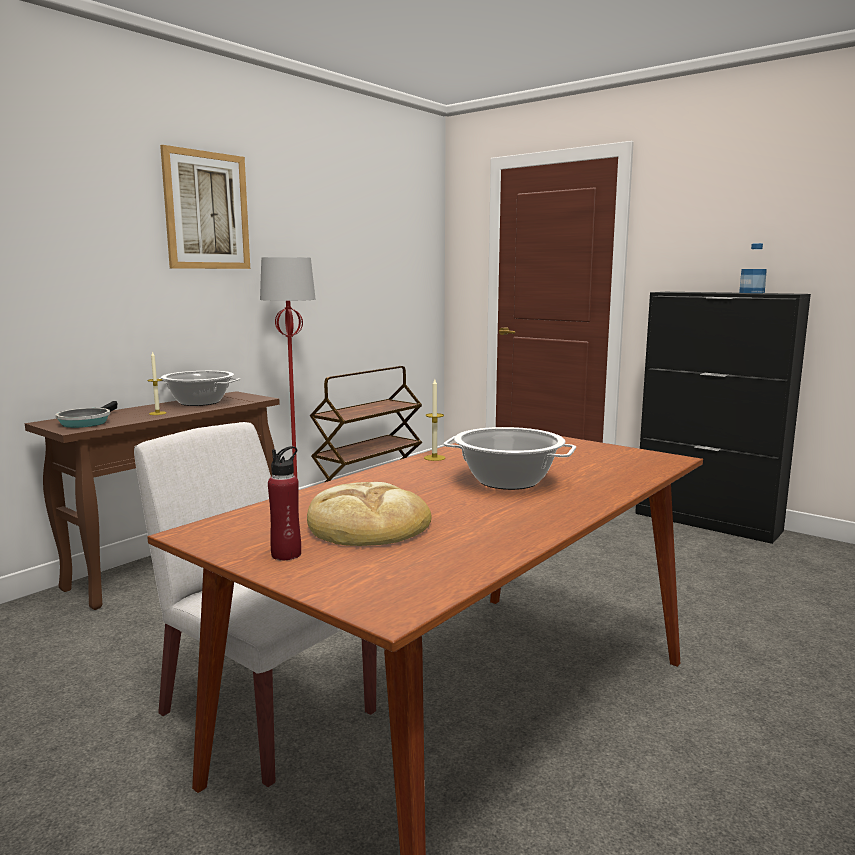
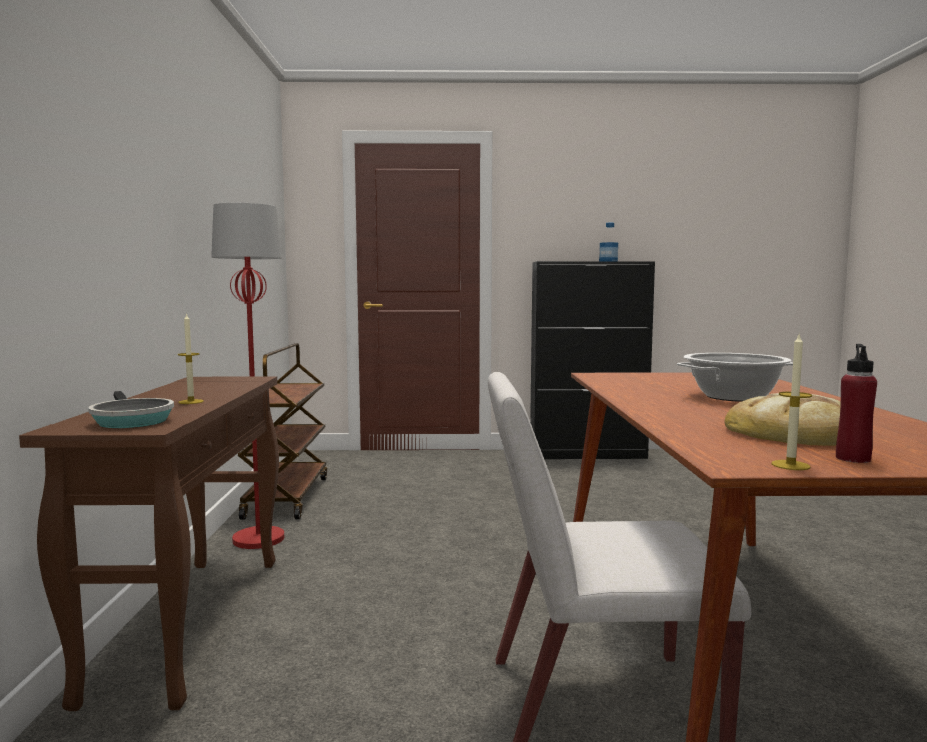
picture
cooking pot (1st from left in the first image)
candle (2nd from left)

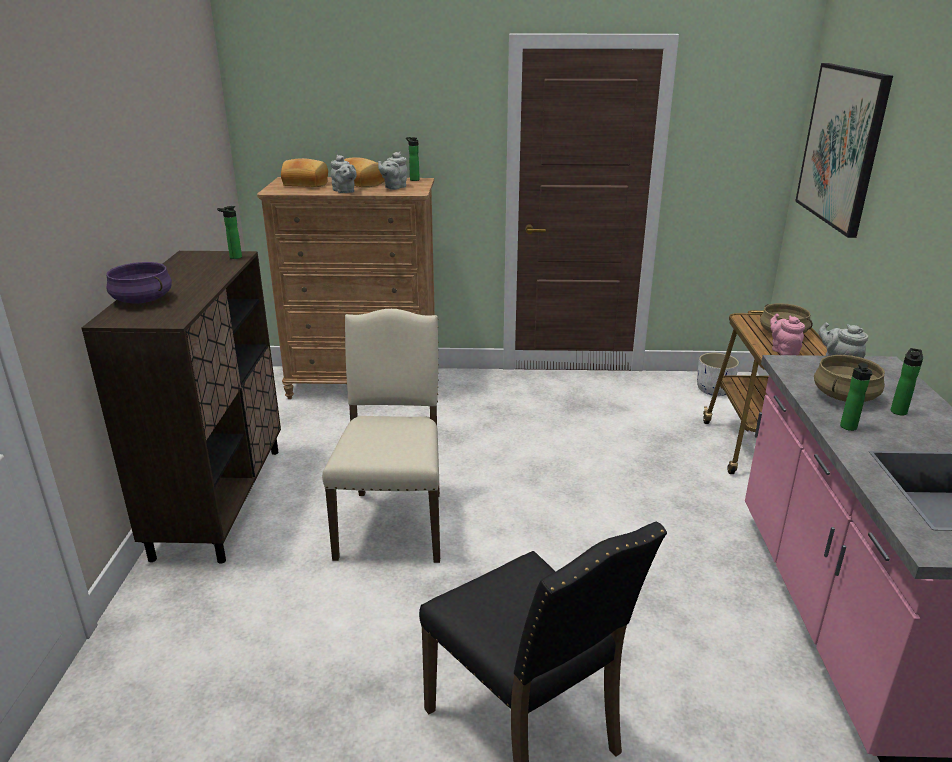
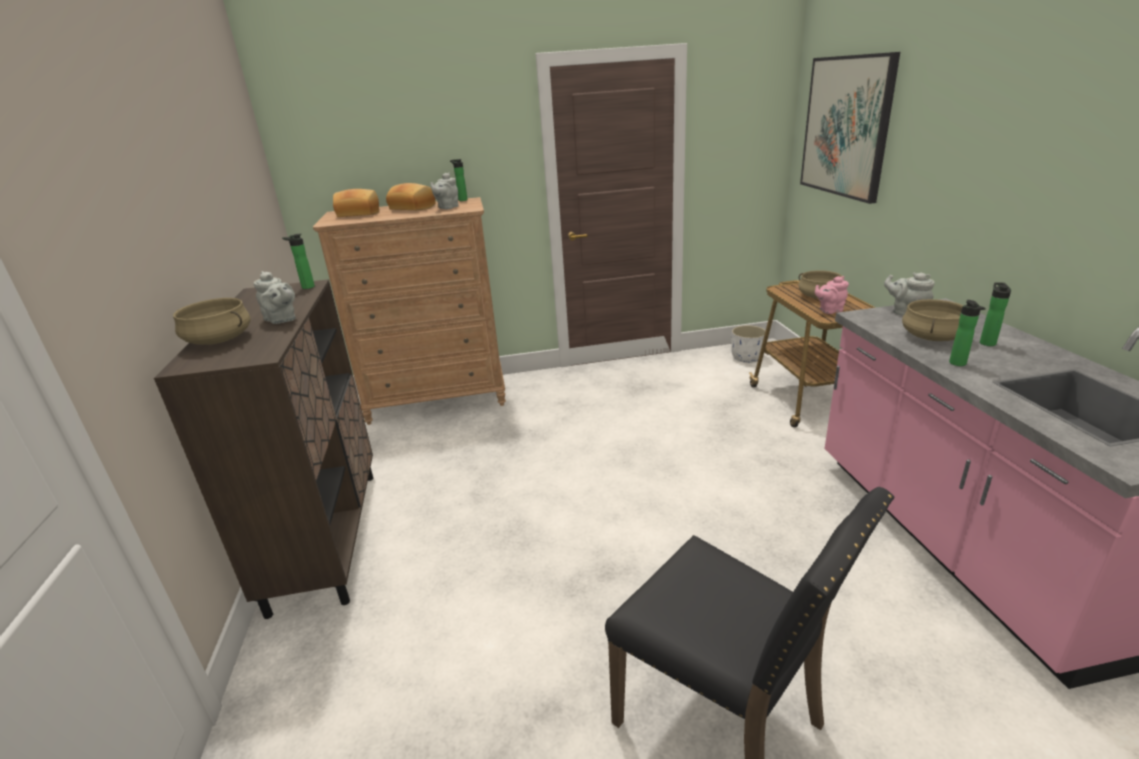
teapot/grey (1st from left)
cooking pot/beige (1st from left)
chair/beige
teapot/pink

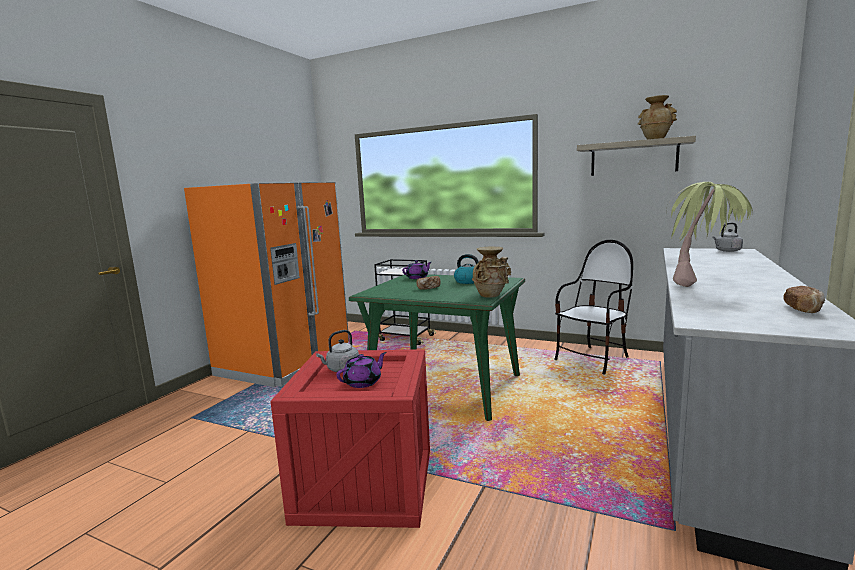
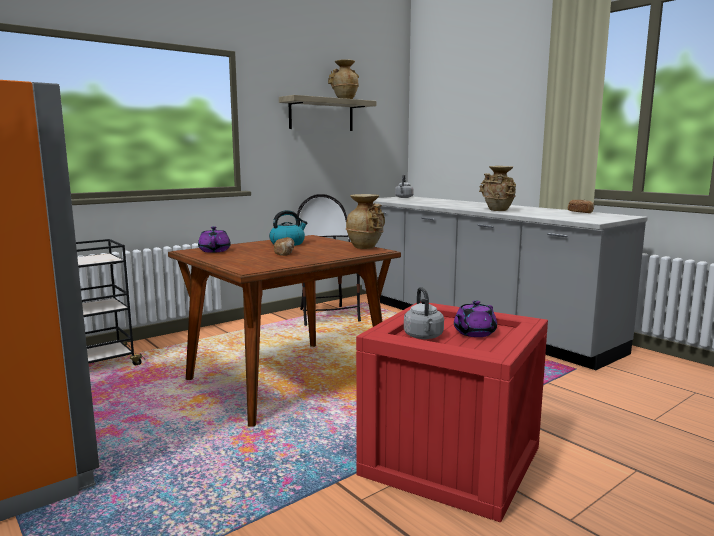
vase/beige (3rd from left)
dining table/brown
teapot/purple (2nd from left)

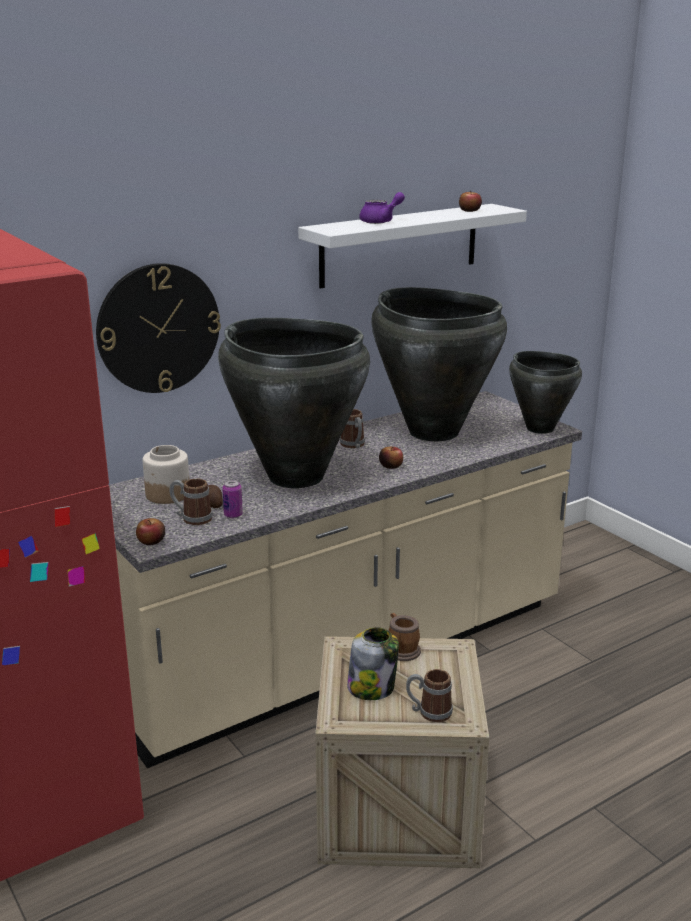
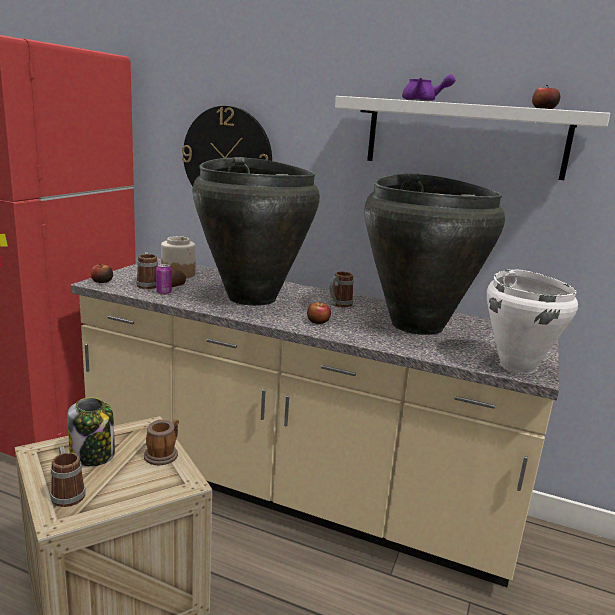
cooking pot/white

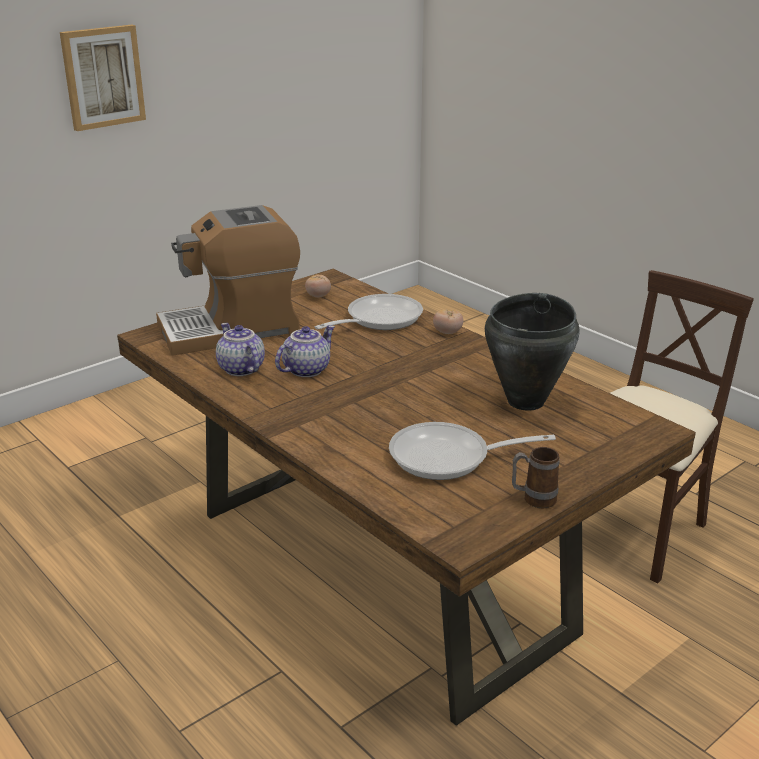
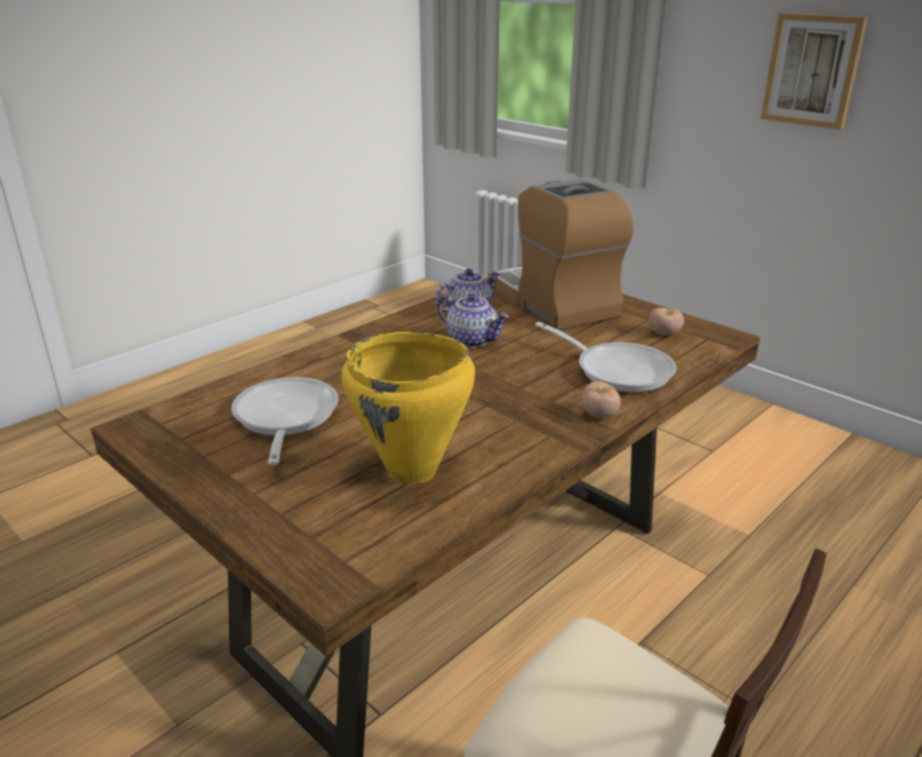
cooking pot/yellow
mug

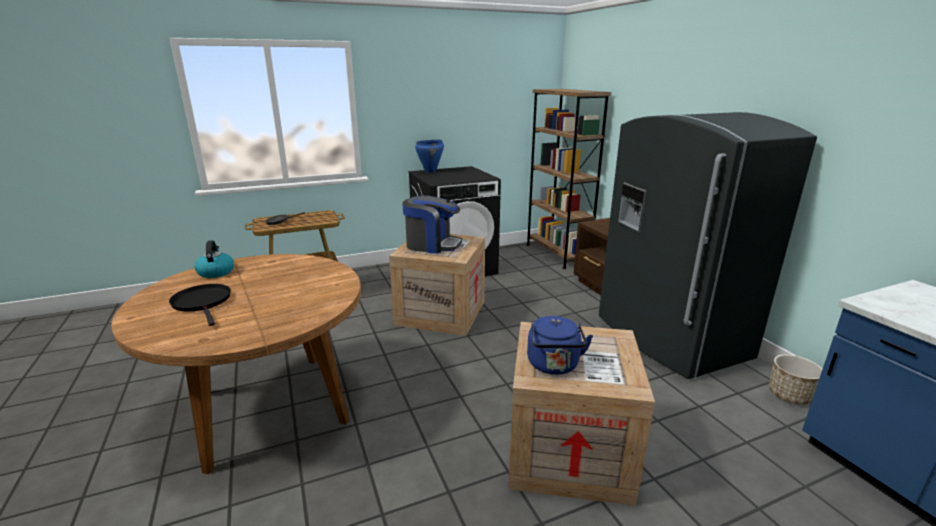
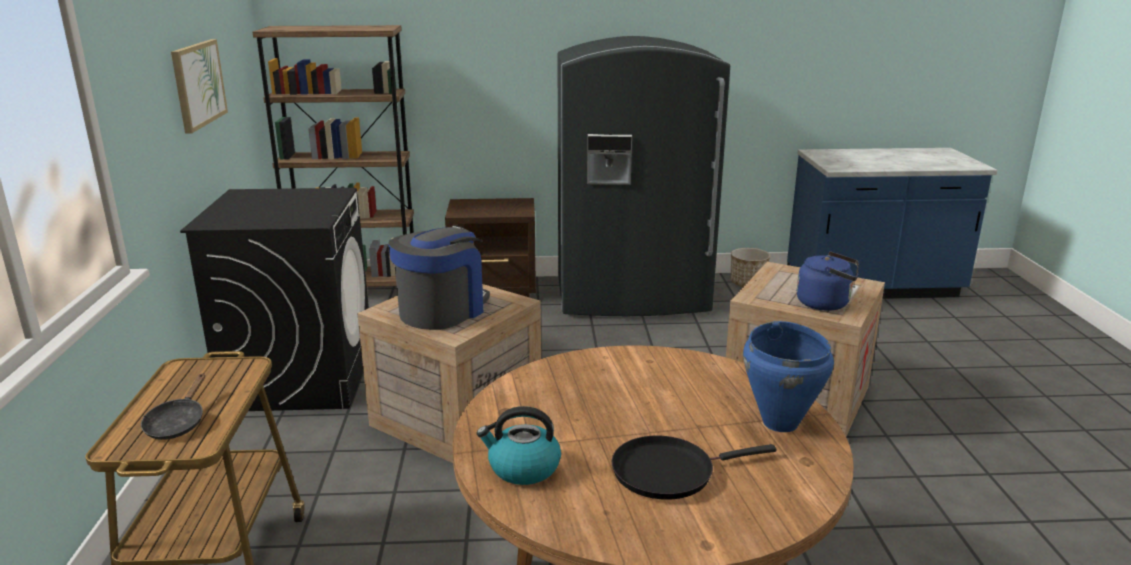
cooking pot/blue
picture

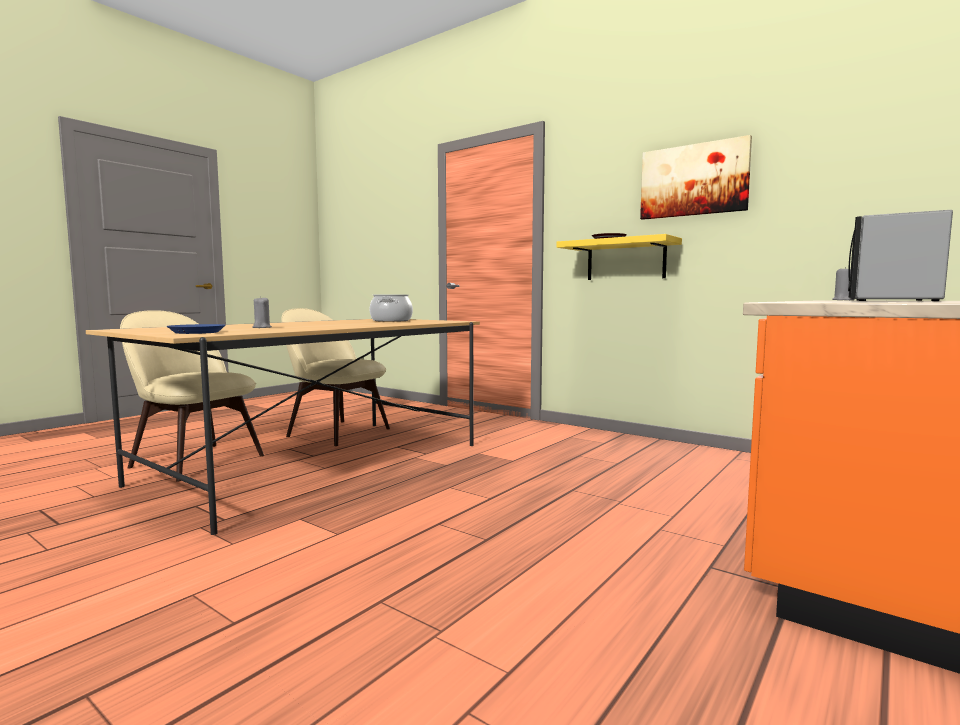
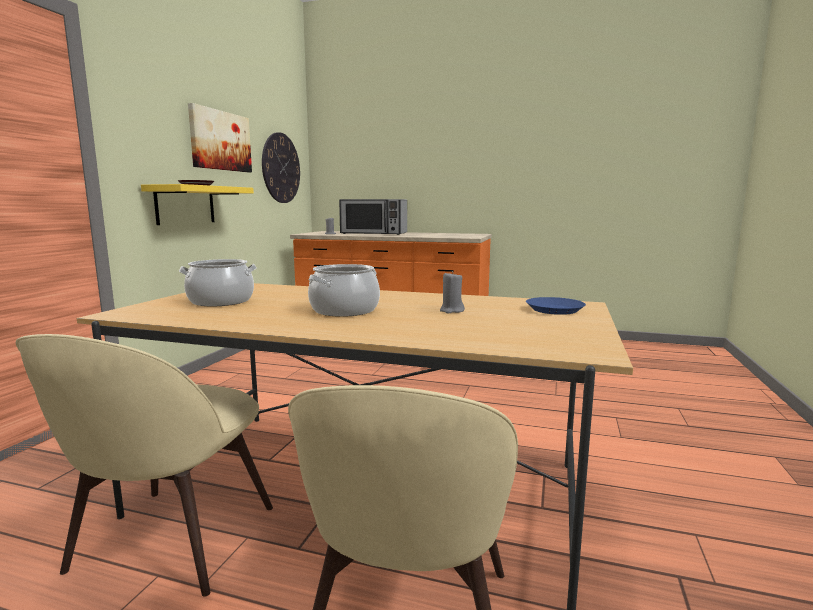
wall clock
cooking pot (2nd from left)

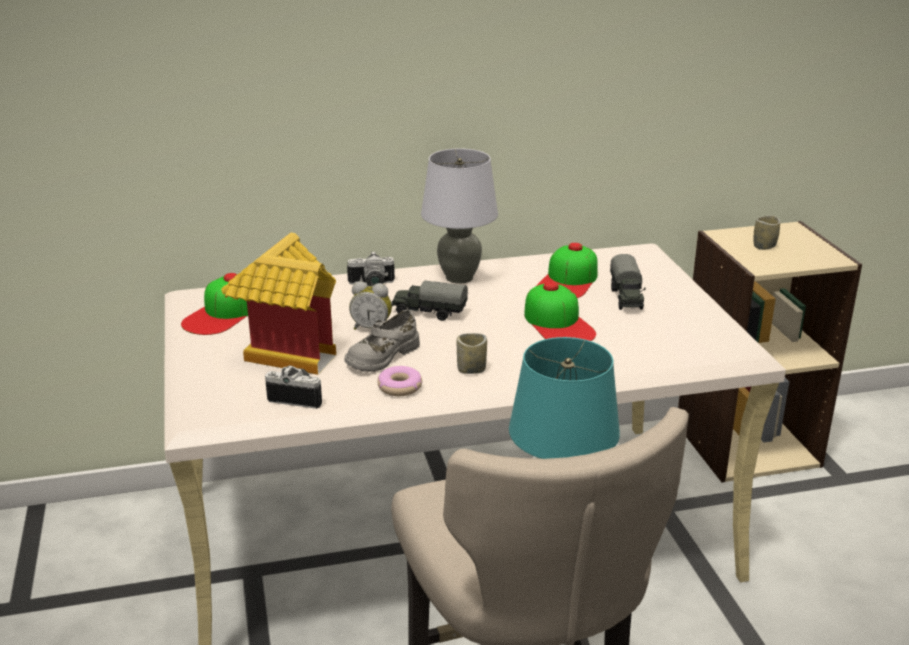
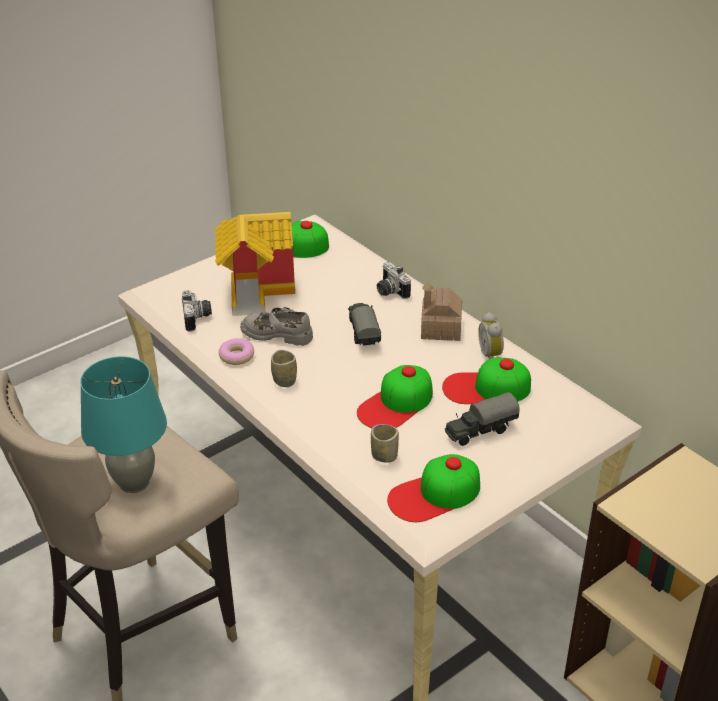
toy house (2nd from left)
cup (2nd from left)
alarm clock
cap (3rd from left)

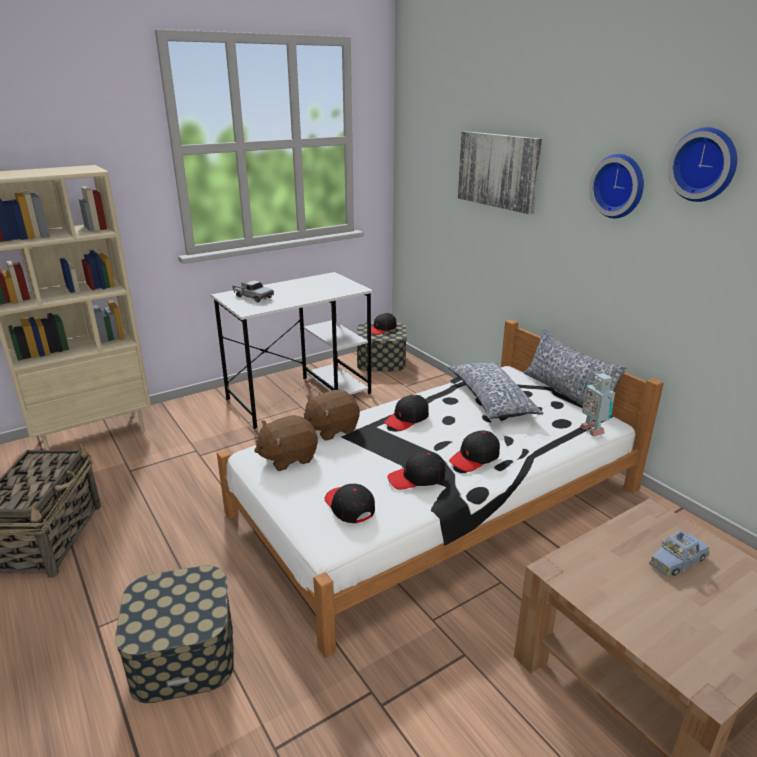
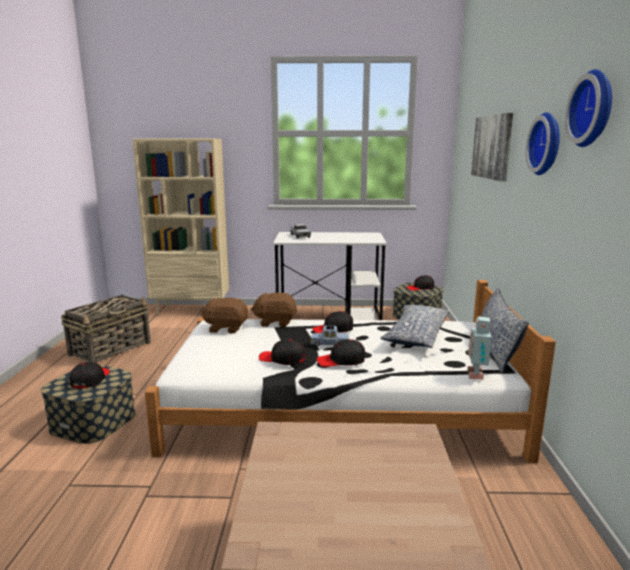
cap/black (1st from left)
toy car/blue

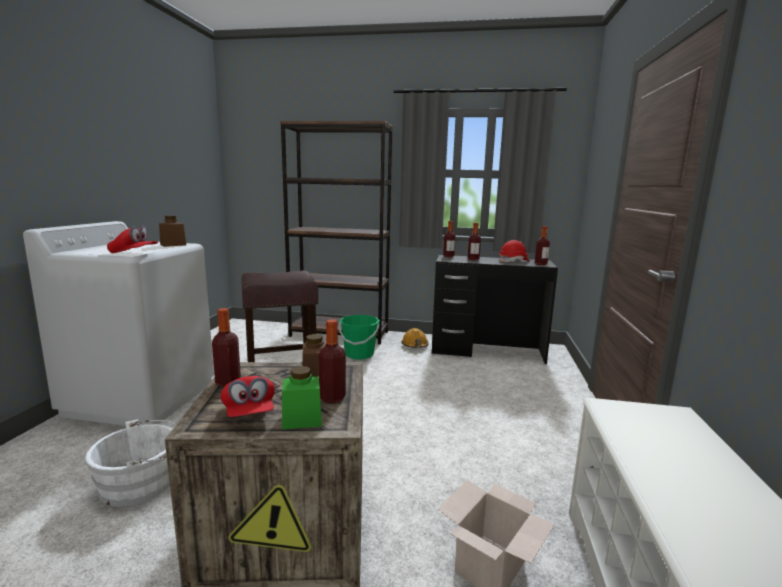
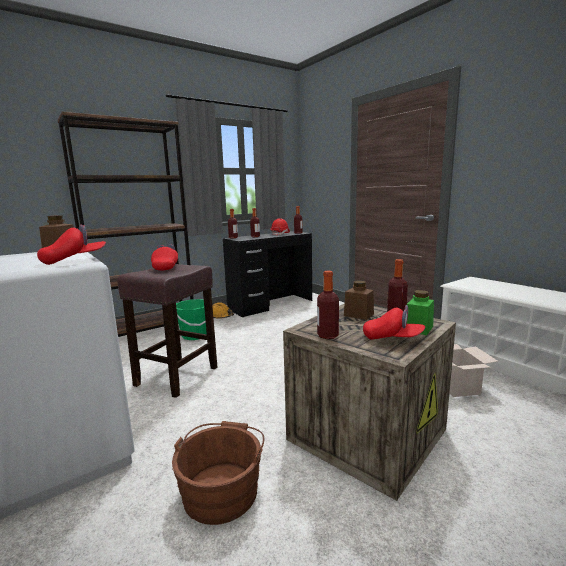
bucket/brown
cap/red (2nd from left)

